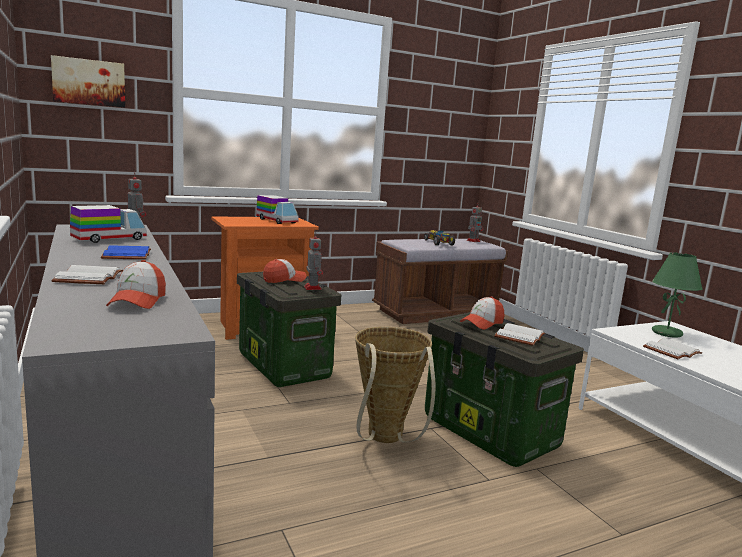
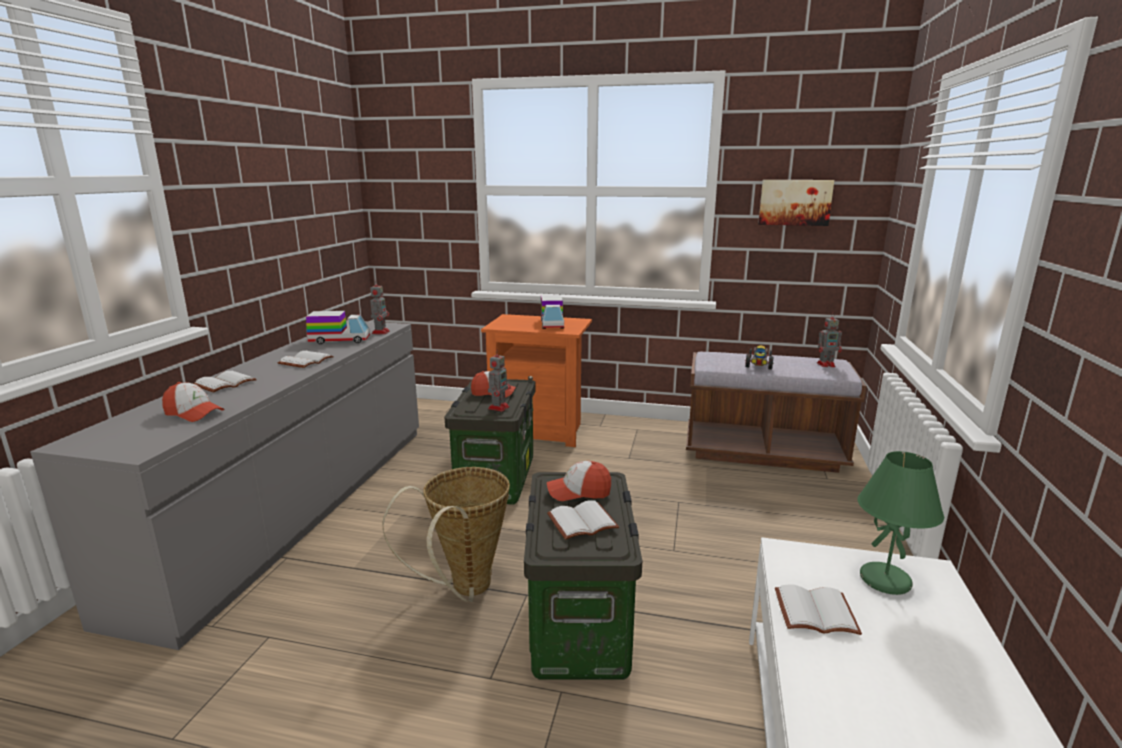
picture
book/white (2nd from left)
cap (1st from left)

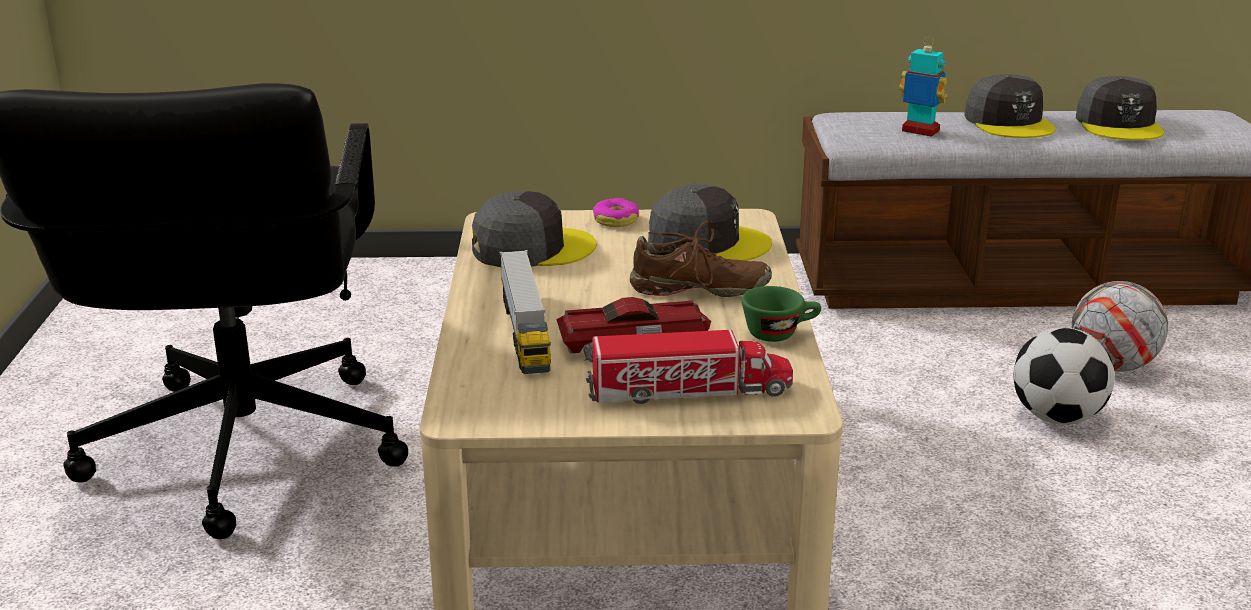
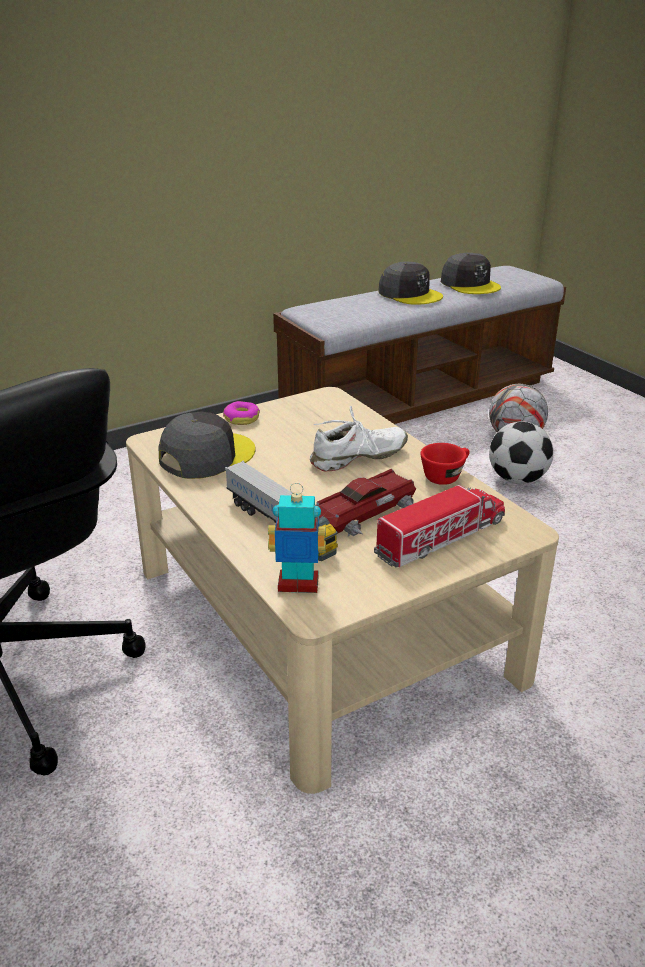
toy robot
cap/grey (2nd from left in the first image)
shoe/white
cup/red

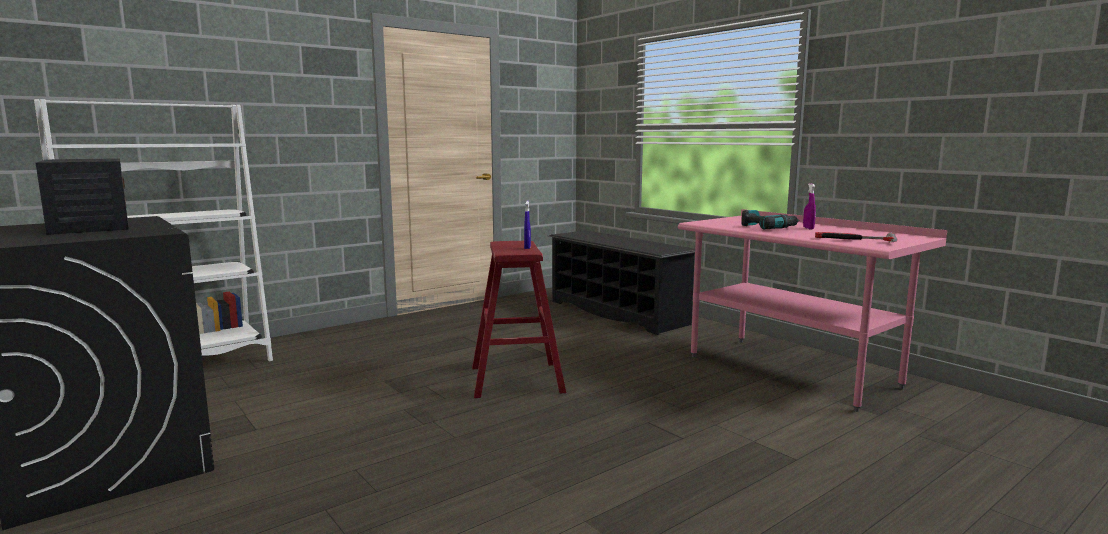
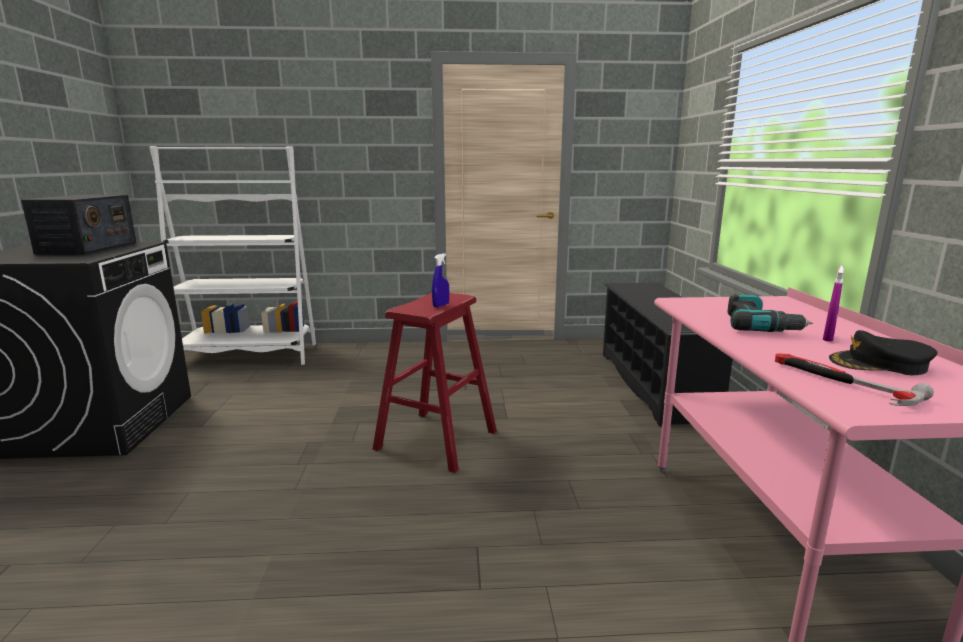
cap/black

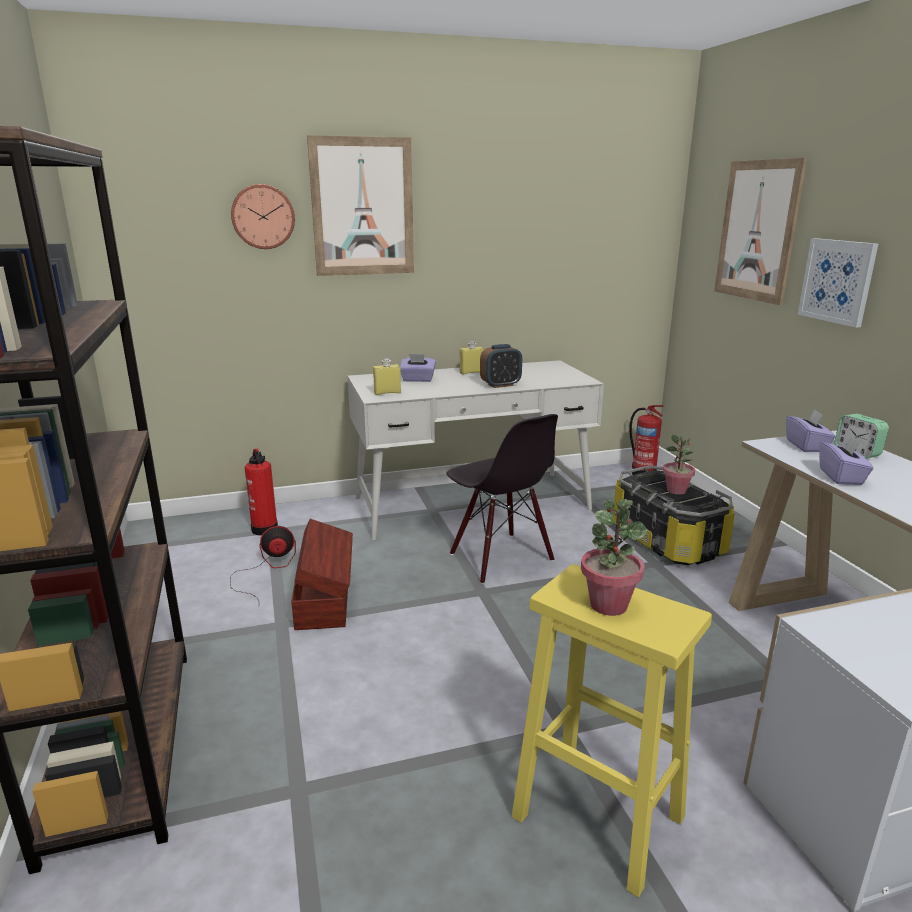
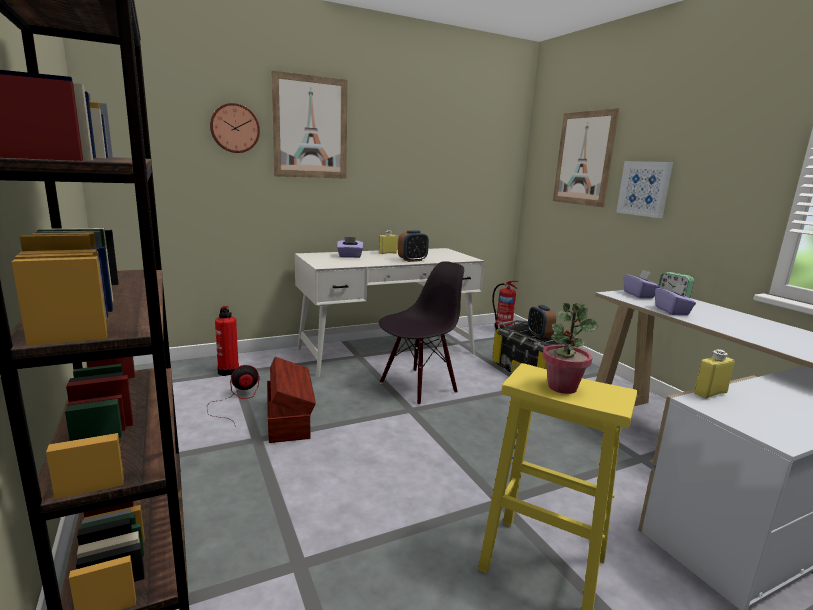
bottle/yellow (2nd from left)
chair/black
alarm clock (2nd from left)

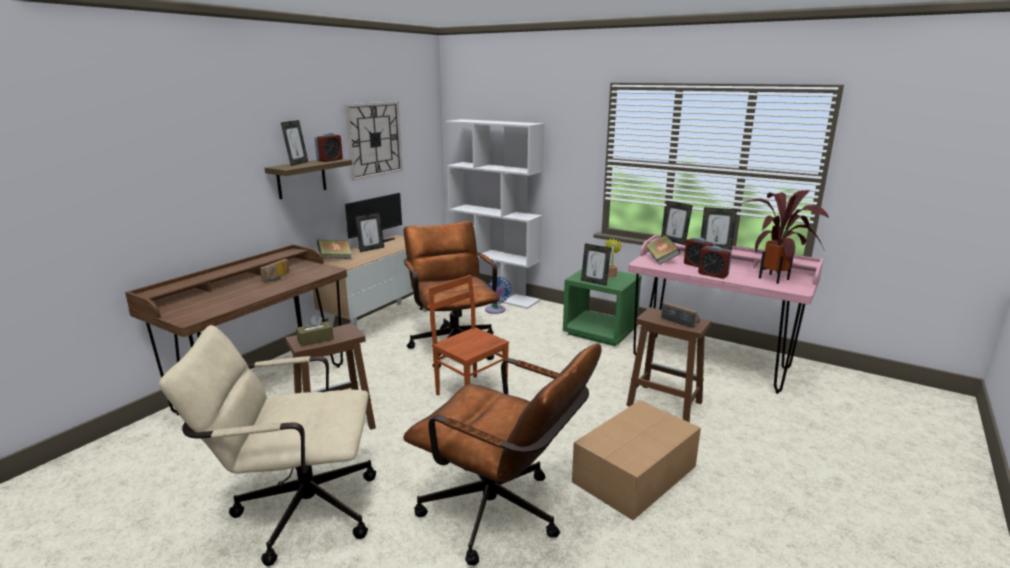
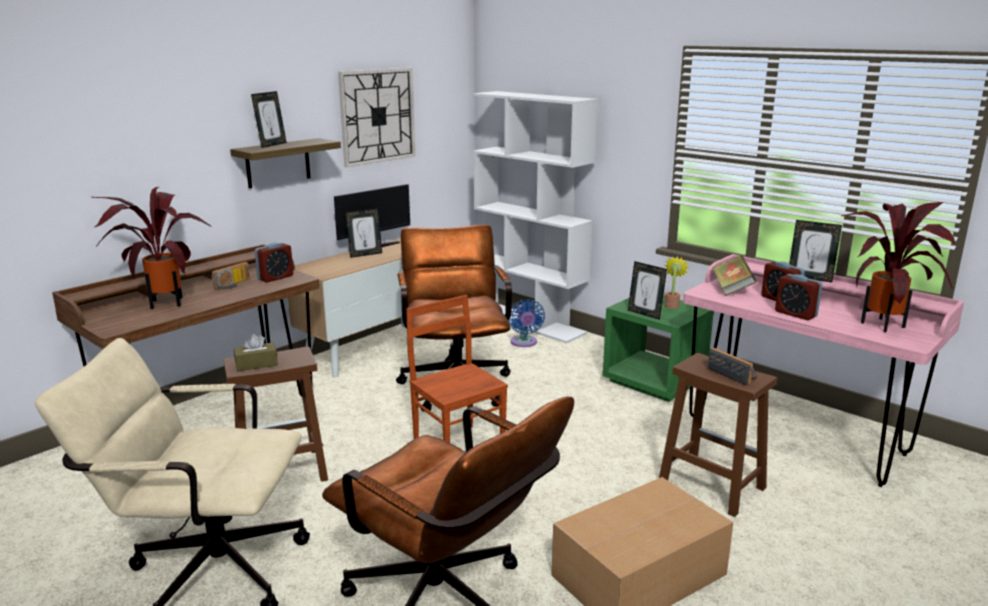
alarm clock (1st from left)
picture frame (4th from left in the first image)
book (1st from left in the first image)
potted plant (1st from left)

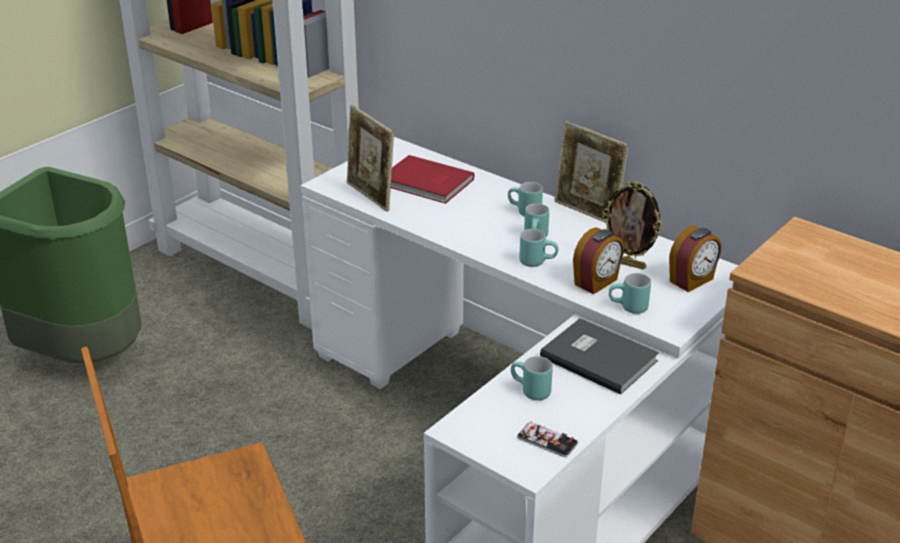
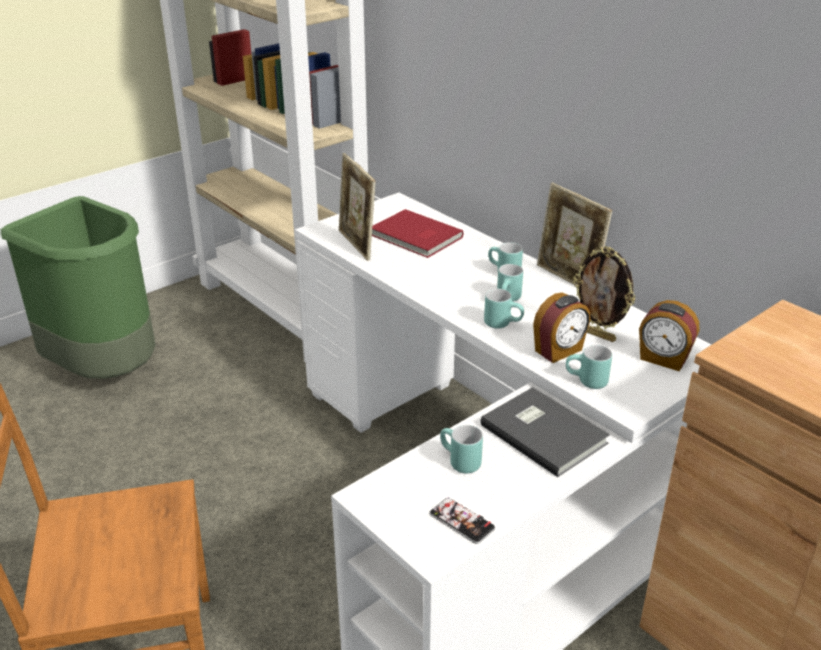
alarm clock (2nd from left)

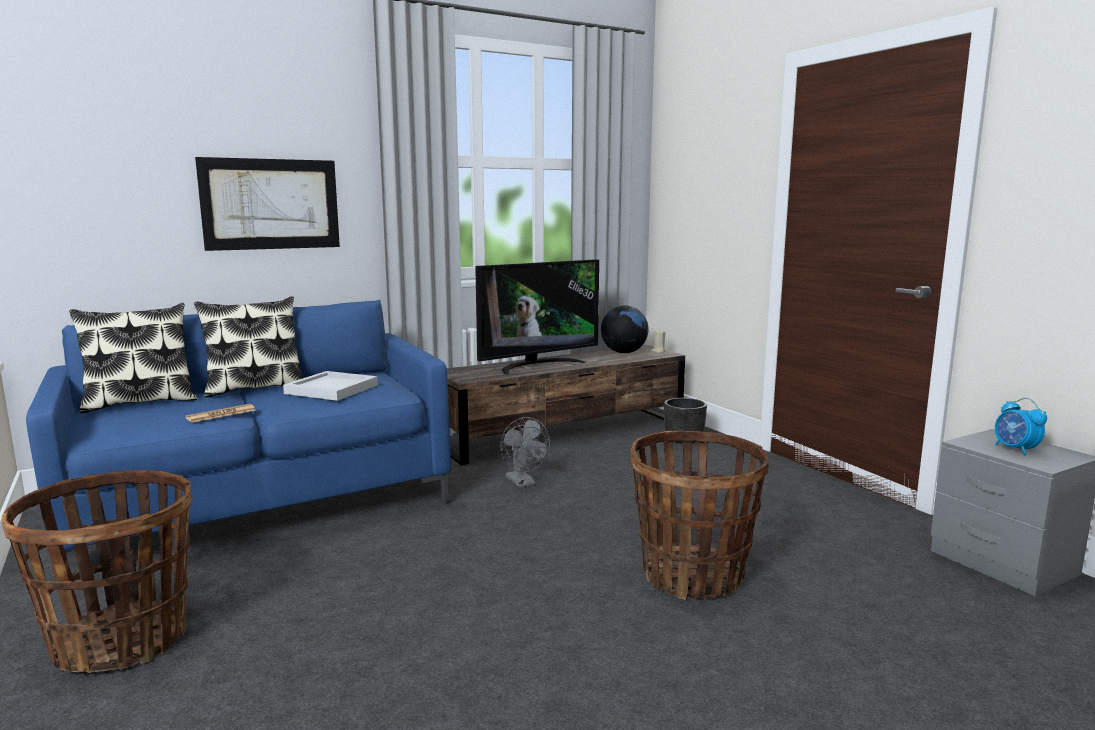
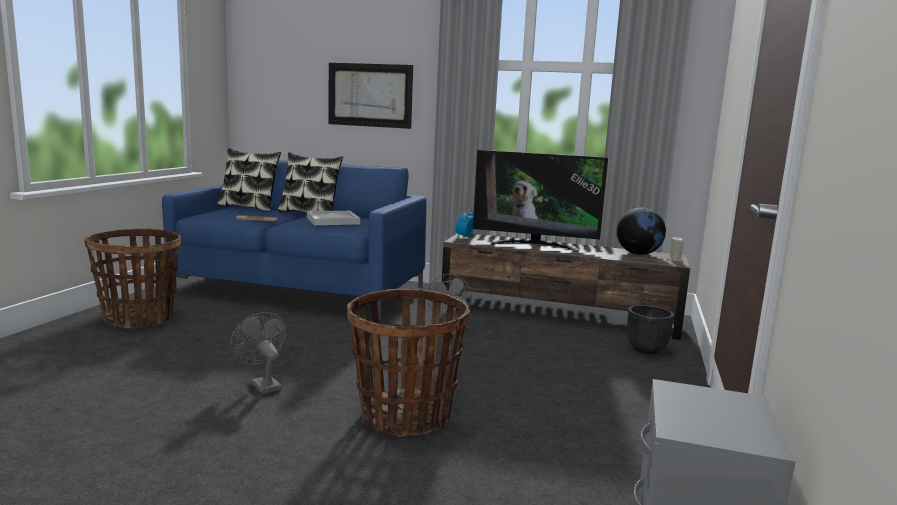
alarm clock
fan/grey (1st from left)

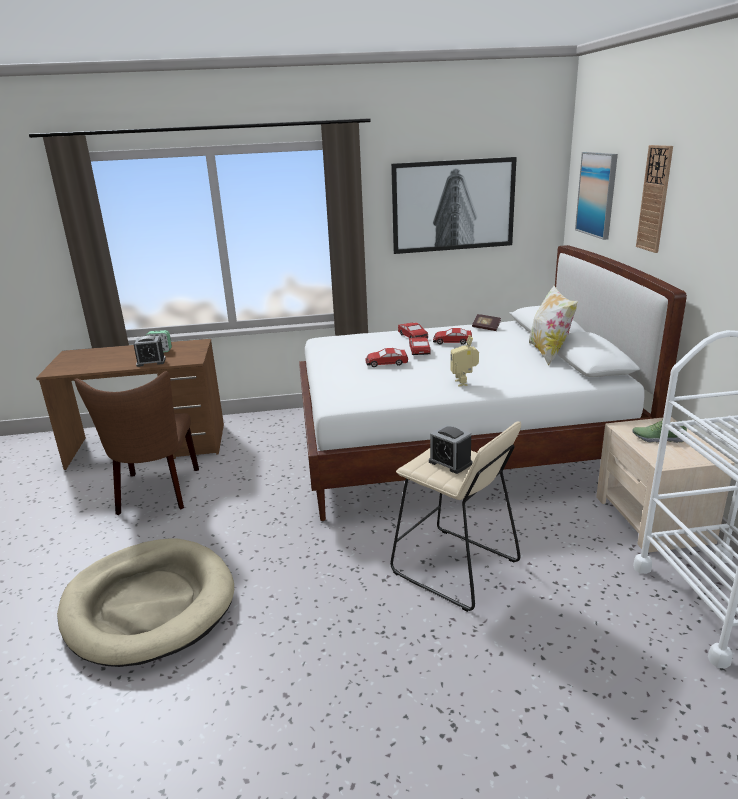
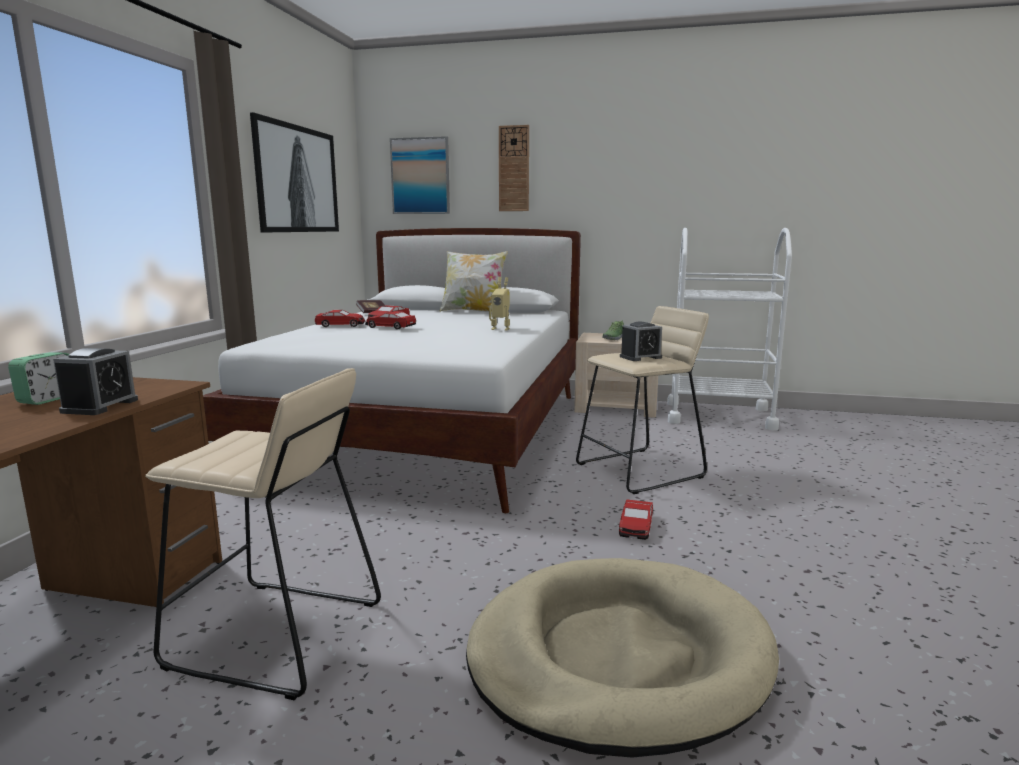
toy car (4th from left)
stool/beige (1st from left)

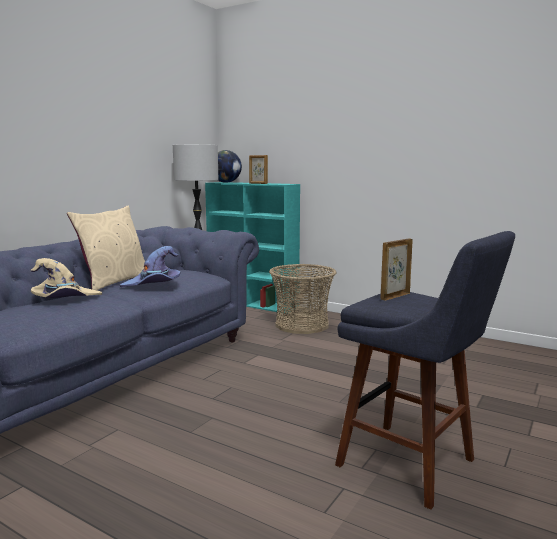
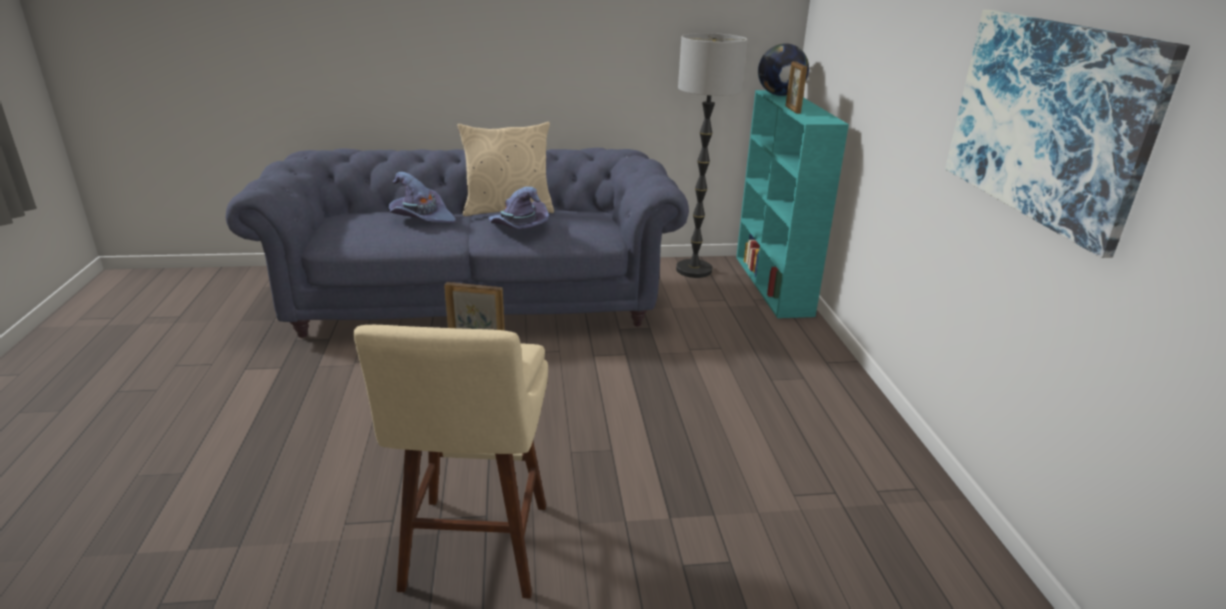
stool/beige
hat/purple (1st from left)
basket
picture

